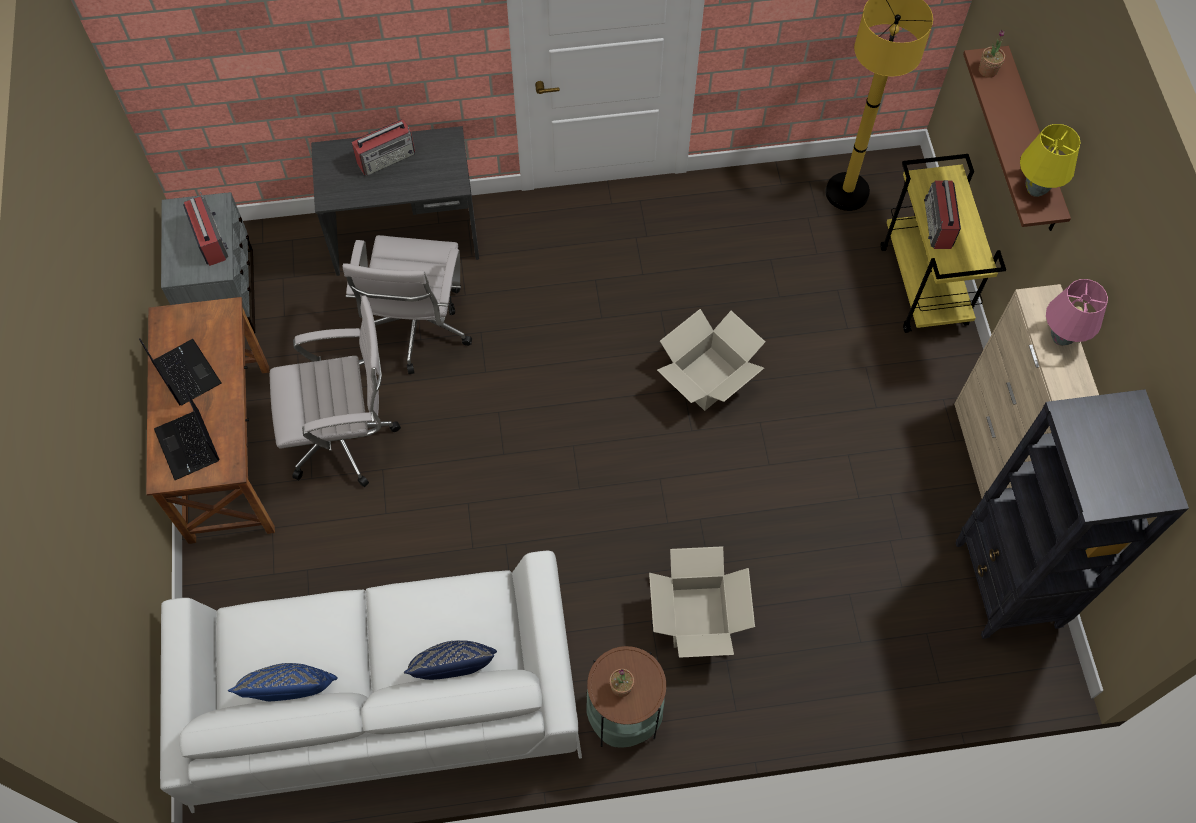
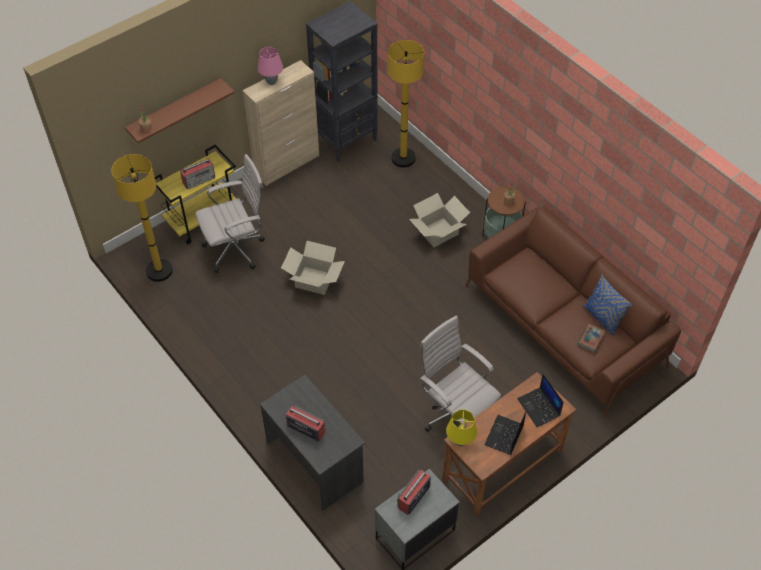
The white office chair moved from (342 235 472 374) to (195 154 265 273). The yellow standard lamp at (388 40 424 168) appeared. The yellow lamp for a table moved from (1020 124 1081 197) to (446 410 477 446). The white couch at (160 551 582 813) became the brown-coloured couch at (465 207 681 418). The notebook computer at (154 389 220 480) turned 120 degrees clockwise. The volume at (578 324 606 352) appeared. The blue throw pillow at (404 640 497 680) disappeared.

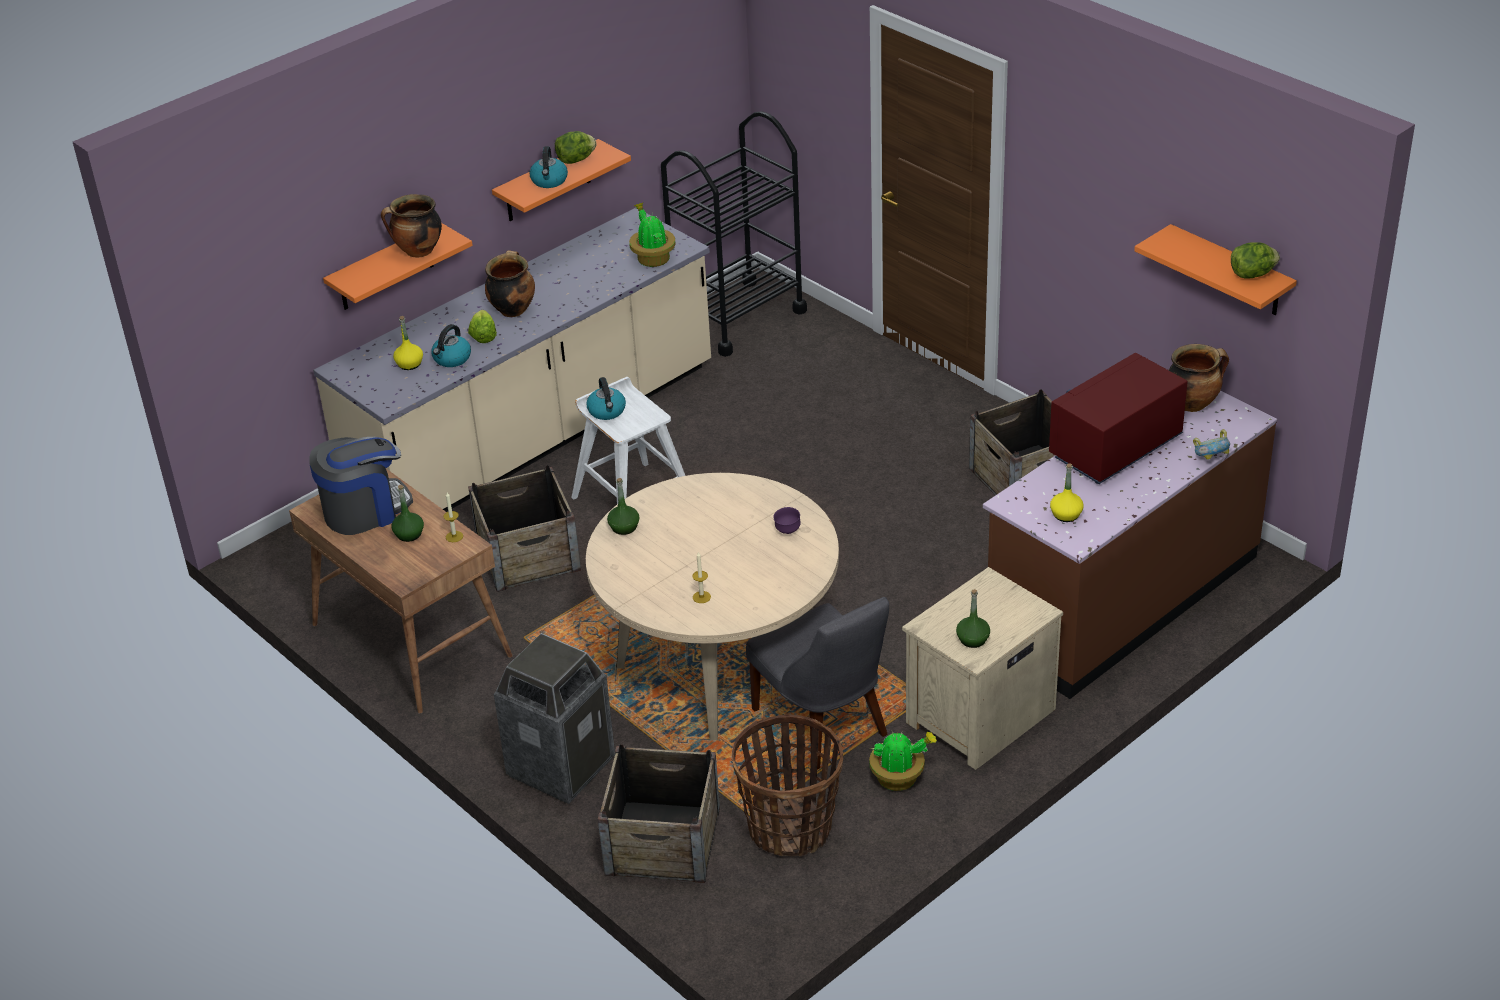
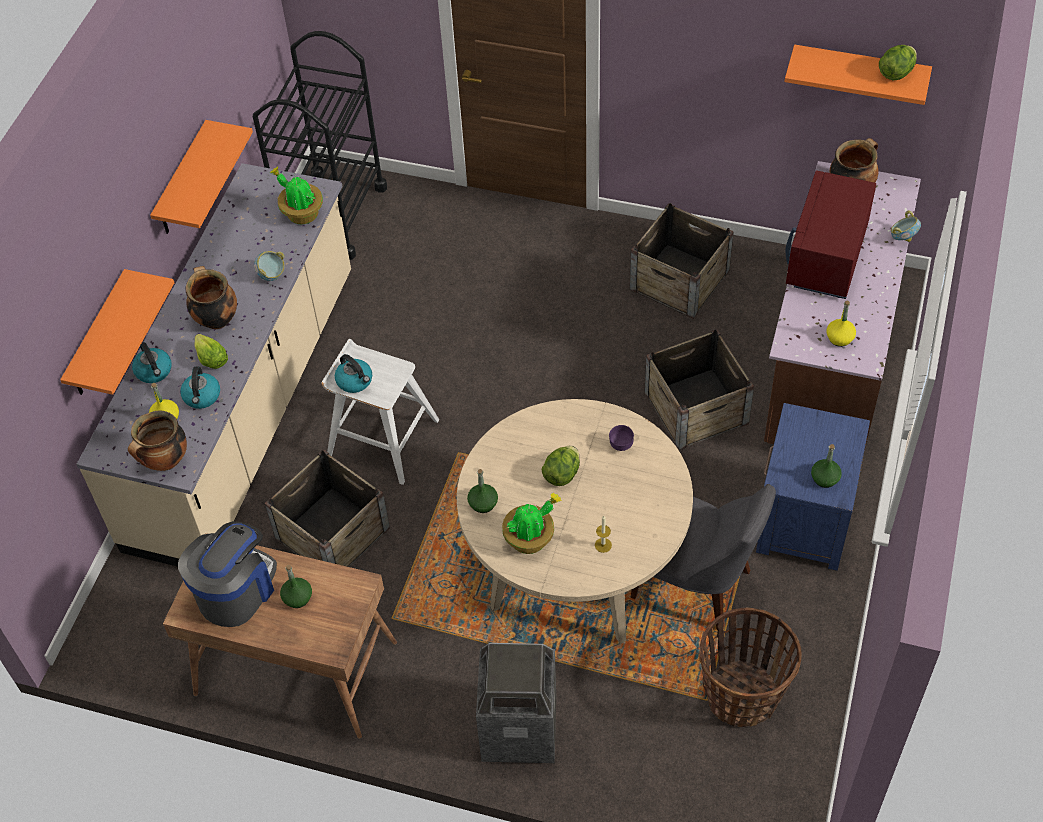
The stockpot moved from (381 194 442 257) to (128 410 187 471). The kettle moved from (530 146 568 188) to (132 342 172 383). The deep dish at (254 251 285 281) appeared. The potted plant moved from (869 732 937 791) to (502 493 561 554). The lettuce moved from (555 131 597 164) to (542 446 580 486). The crate moved from (598 744 720 883) to (645 329 754 450). The sand-coloured nightstand at (902 567 1063 770) became the blue nightstand at (756 403 870 571). The candle at (444 492 463 542) disappeared.

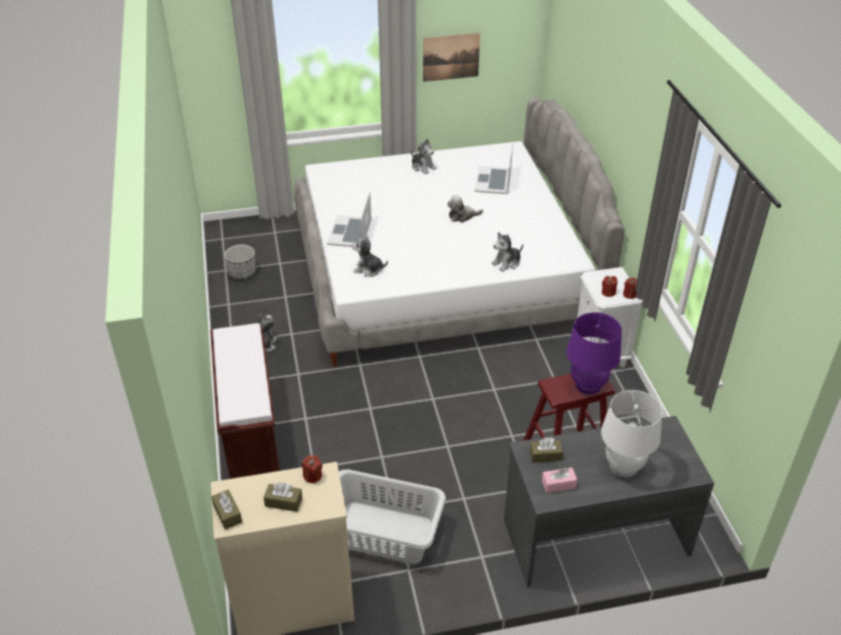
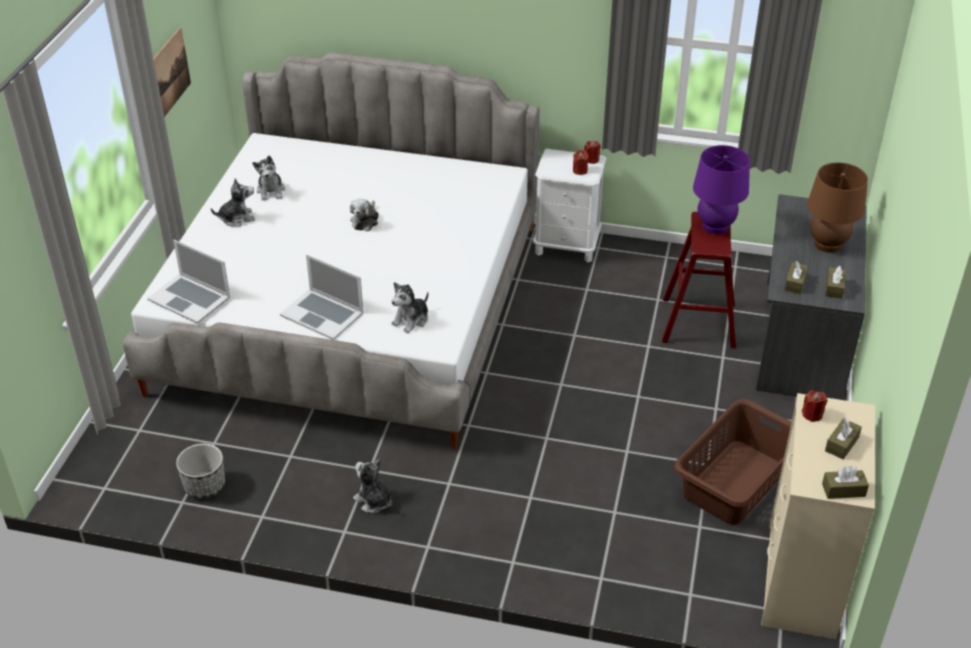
The notebook computer moved from (475 143 513 194) to (147 240 230 324). The soft toy moved from (492 232 523 272) to (252 156 285 201). The greyish hamper at (339 469 446 564) became the brown-coloured hamper at (674 399 792 525). The white lamp for a table at (601 390 663 477) became the brown-coloured lamp for a table at (807 163 868 253). The pink tissue holder at (542 468 577 493) became the brown-coloured tissue holder at (825 266 846 299). The brown-coloured indoor bench at (210 323 280 479) disappeared.

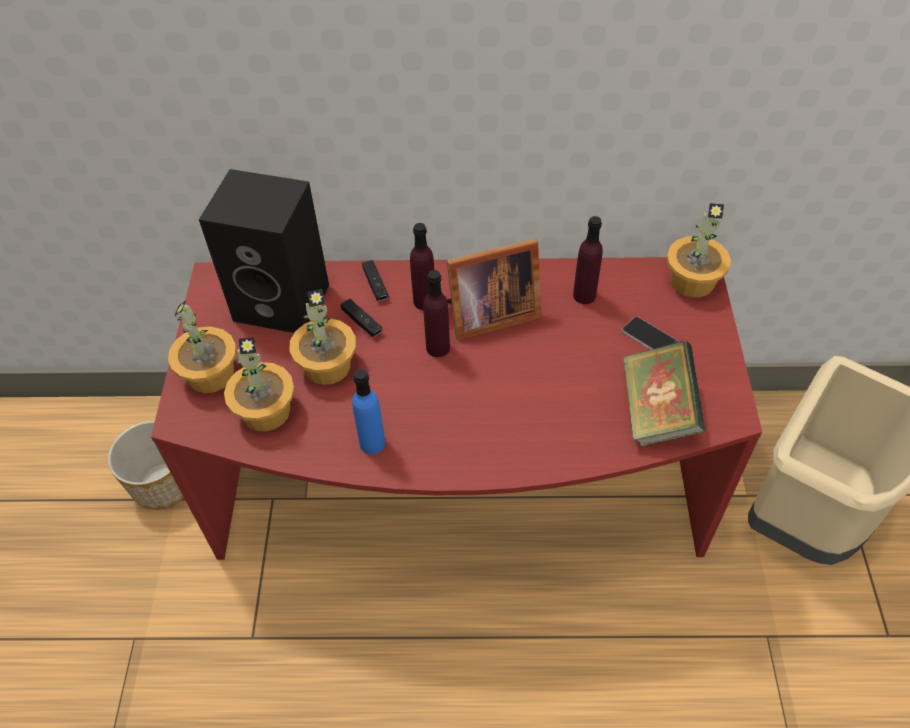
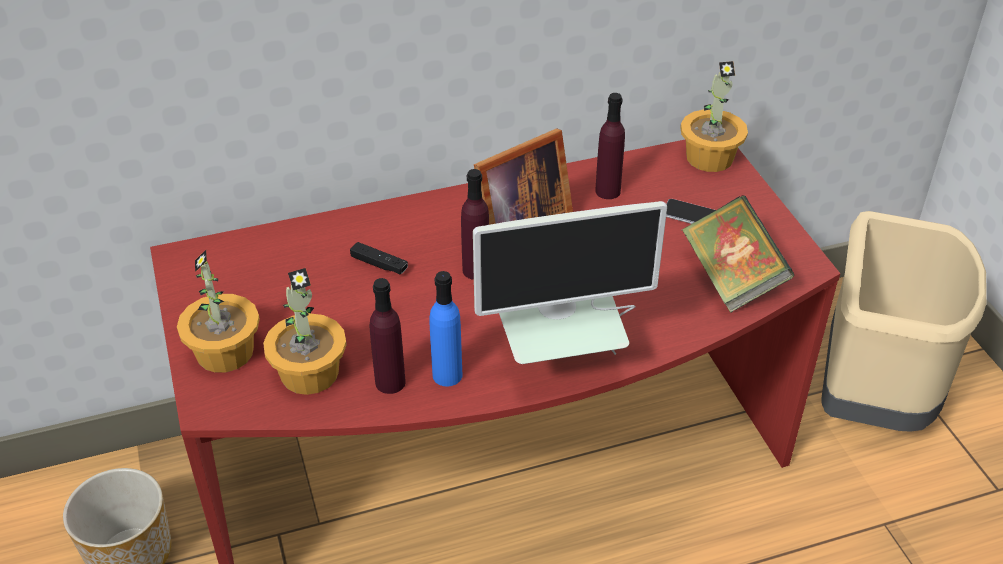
The purple-coloured bottle moved from (410 223 434 310) to (369 278 406 394). The computer display at (473 201 667 364) appeared. The blackish loudspeaker at (199 169 329 333) disappeared. The potted plant at (289 289 356 385) disappeared. The blackish game controller at (362 260 389 301) disappeared.

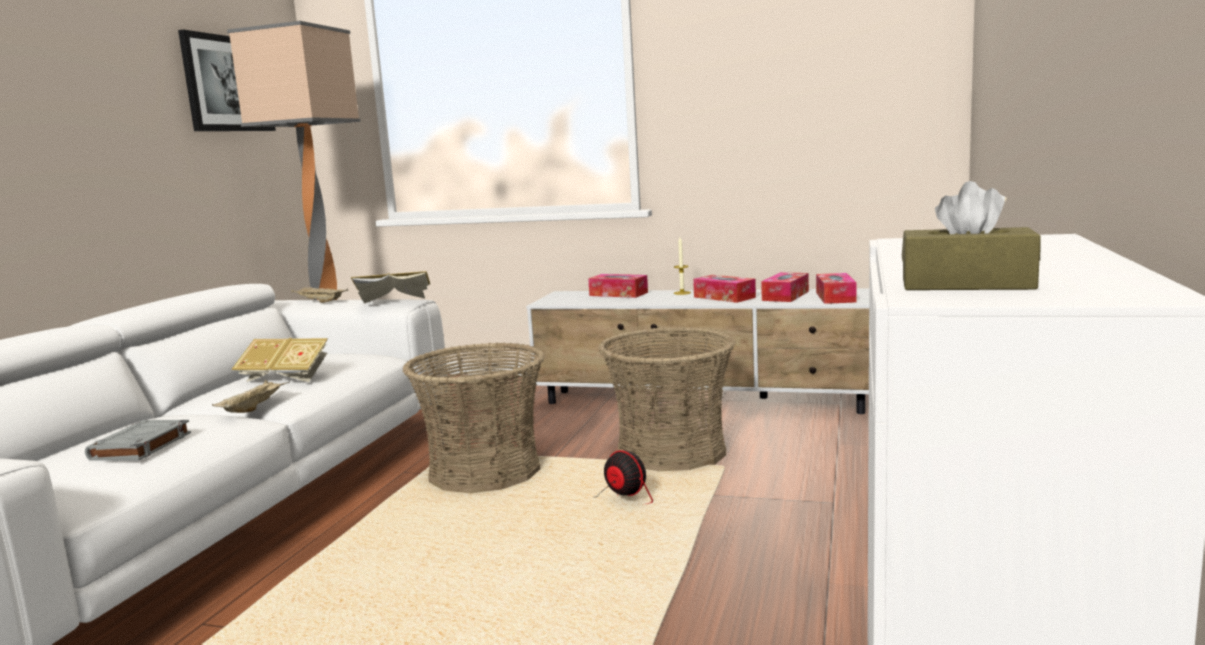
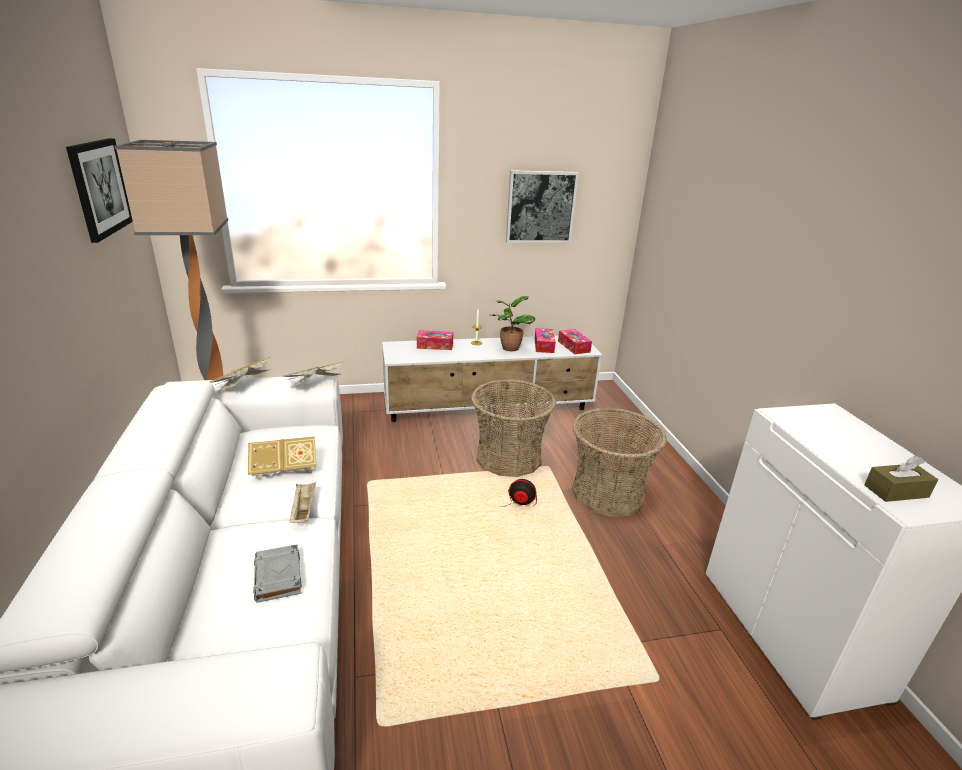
The sand-coloured tray at (291 287 348 303) was replaced by the volume at (209 357 272 391). The tissue holder at (693 275 756 303) was replaced by the potted plant at (489 296 535 351). The picture at (506 170 579 243) appeared. The basket moved from (403 342 545 493) to (572 407 667 517).

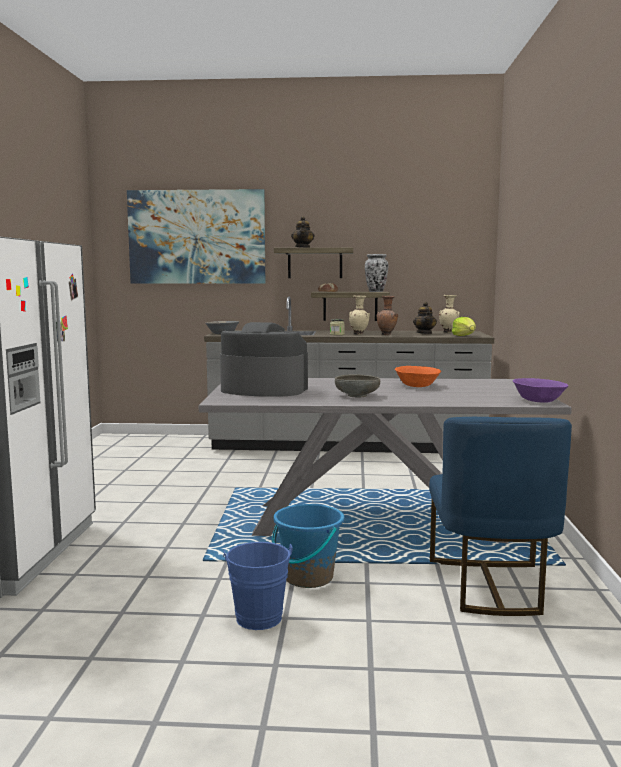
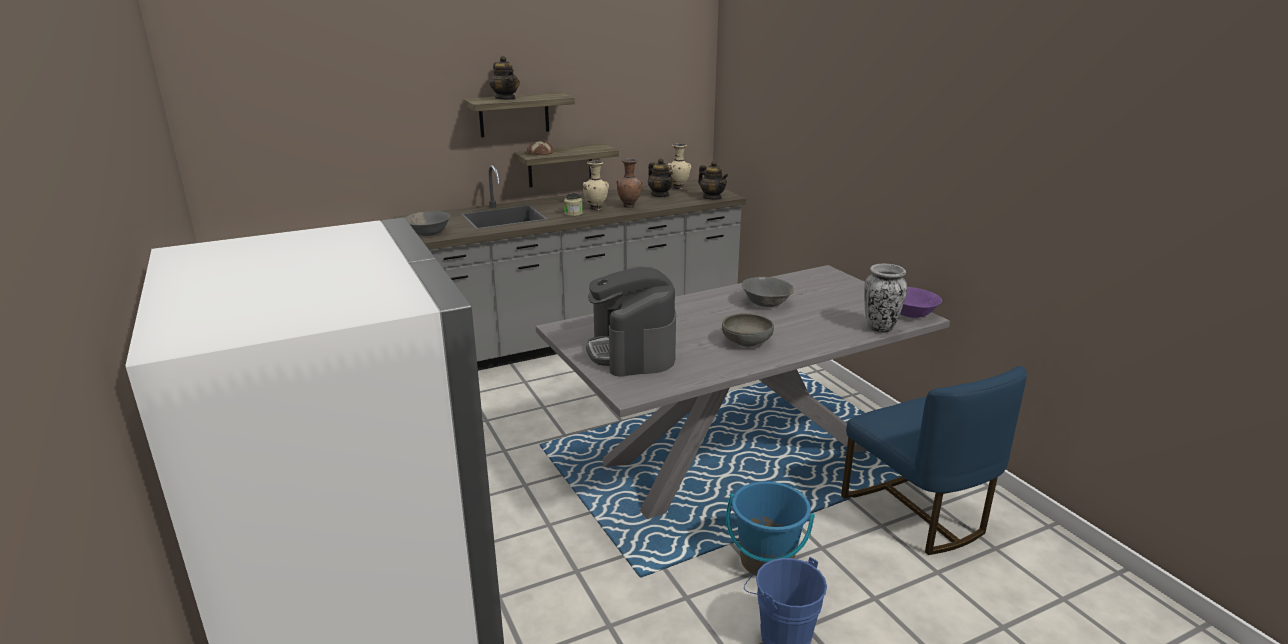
The coffee machine at (220 322 308 397) turned 90 degrees counterclockwise. The lettuce at (452 317 476 336) was replaced by the pot for tea at (698 161 728 200). The orangey deep dish at (395 366 441 387) became the greyish deep dish at (742 277 794 307). The decorative vase moved from (365 254 388 292) to (864 264 907 333). The picture at (127 189 265 284) disappeared.

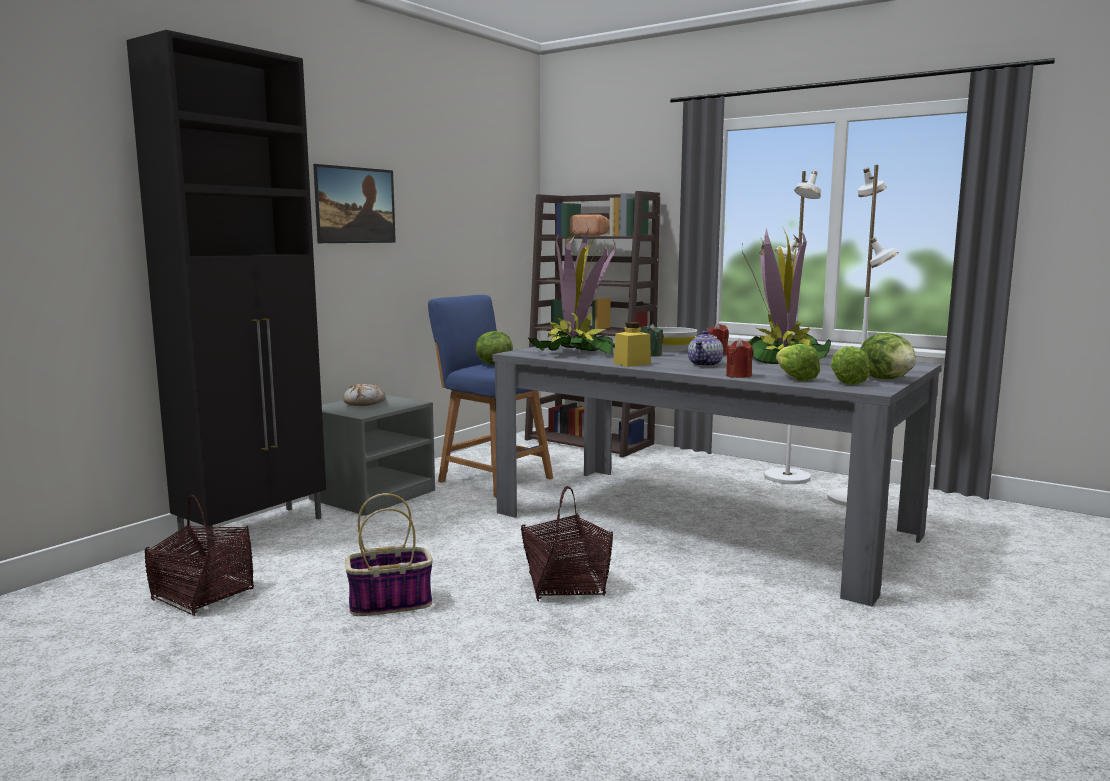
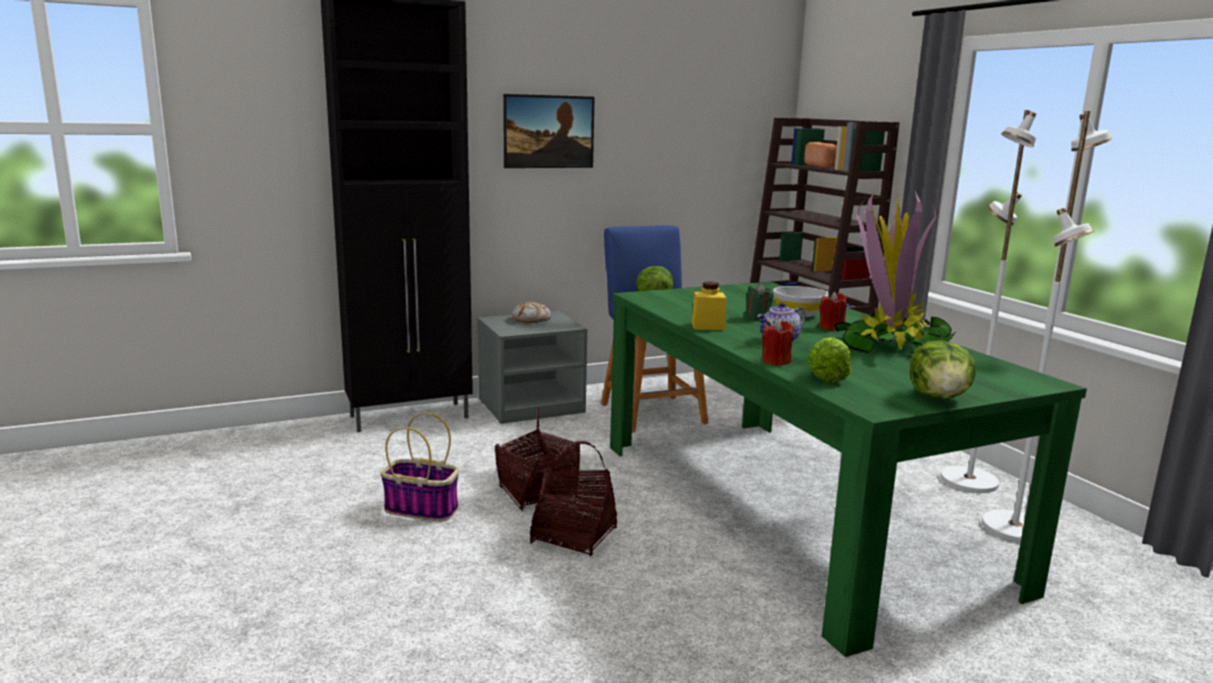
The basket moved from (145 494 254 616) to (495 406 580 511). The greyish dinner table at (492 336 942 606) became the green dinner table at (610 282 1087 657). The potted plant at (528 227 616 355) disappeared. The lettuce at (831 346 870 385) disappeared.

